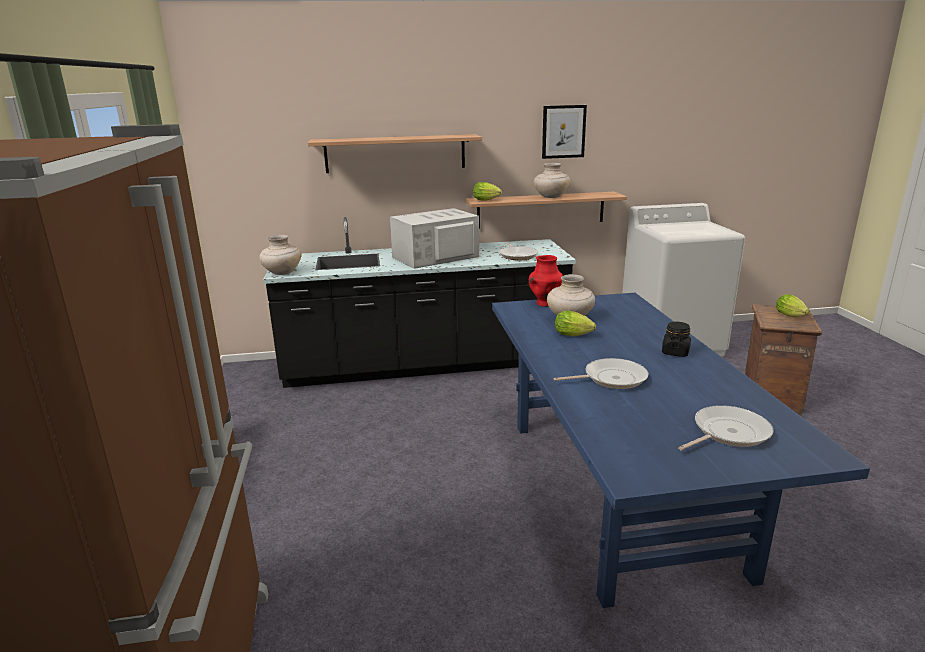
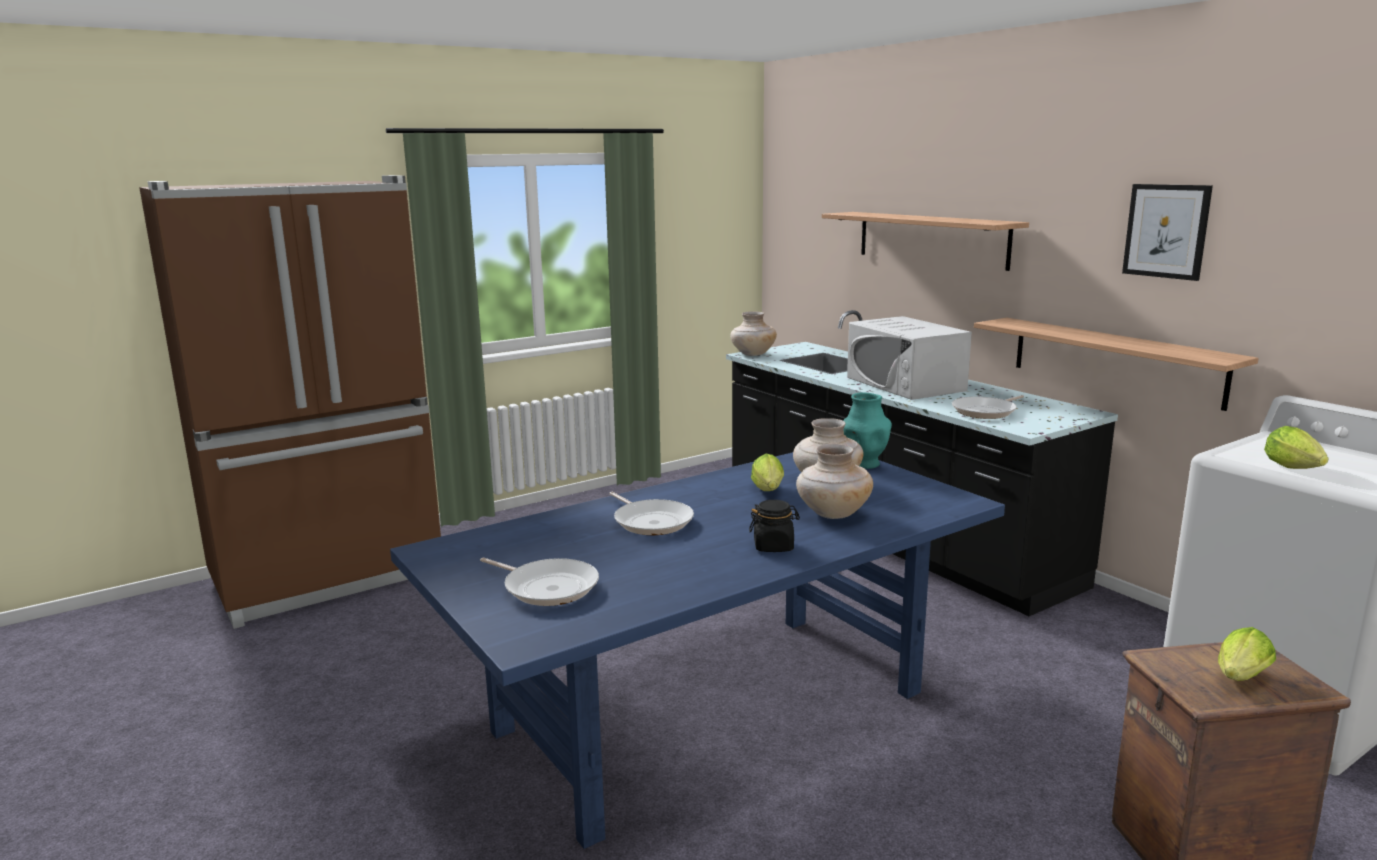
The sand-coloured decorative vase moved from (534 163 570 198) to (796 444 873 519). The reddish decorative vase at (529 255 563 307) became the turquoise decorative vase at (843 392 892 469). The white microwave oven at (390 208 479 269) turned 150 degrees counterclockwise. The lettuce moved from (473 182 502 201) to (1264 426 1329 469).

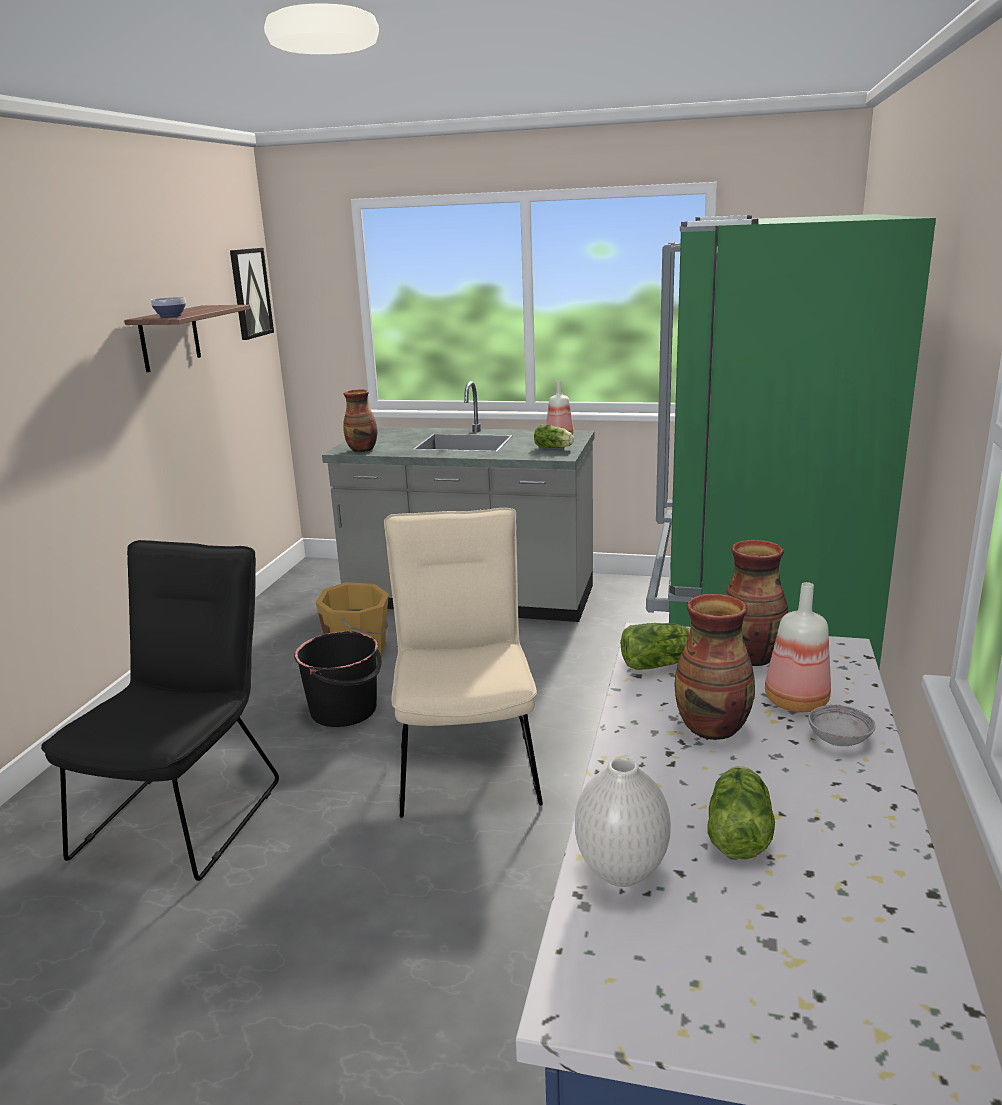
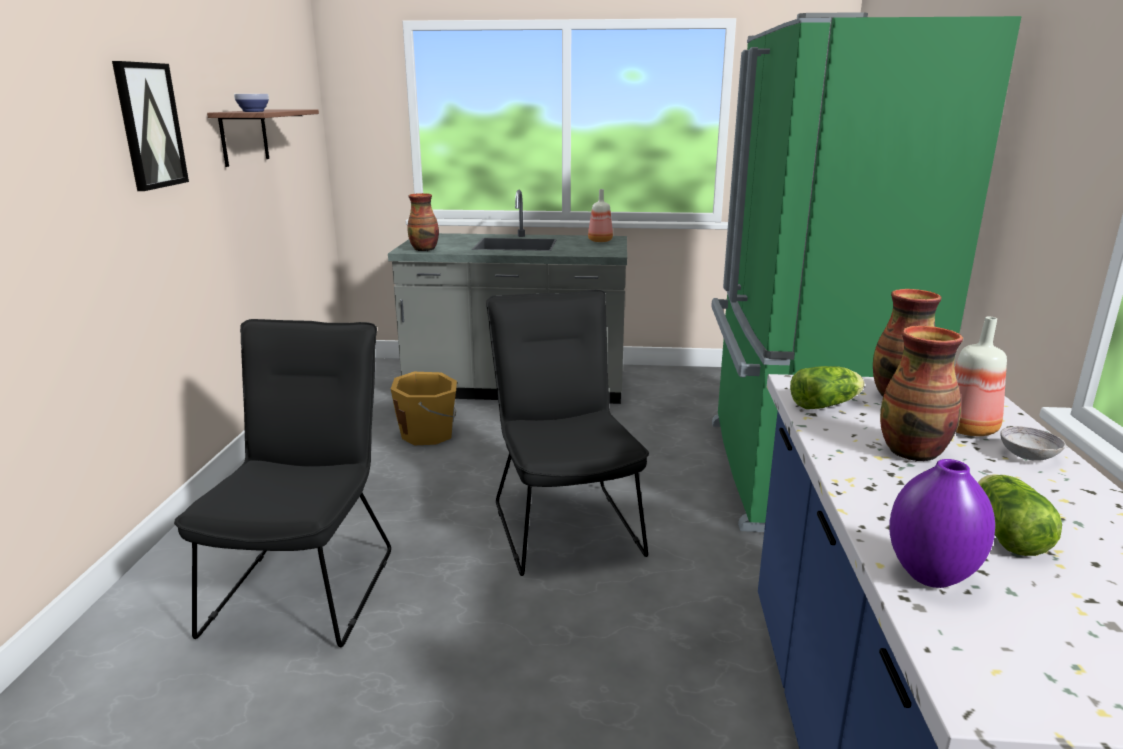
The picture moved from (230 248 274 340) to (112 61 189 191). The sand-coloured chair at (384 508 543 818) became the blackish chair at (486 290 649 576). The white decorative vase at (575 757 671 887) became the purple-coloured decorative vase at (889 459 995 588). The blackish pail at (294 631 382 727) disappeared. The lettuce at (534 425 574 448) disappeared.

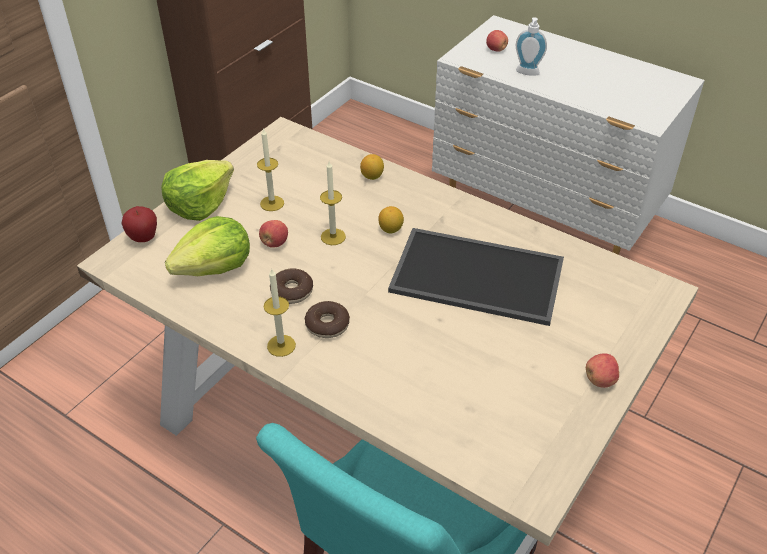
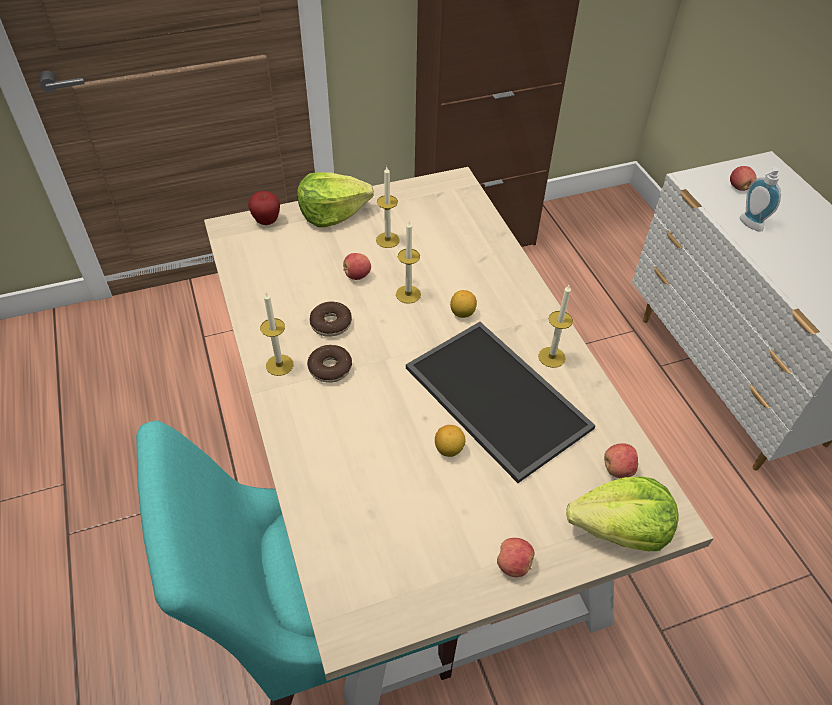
The citrus fruit moved from (360 154 384 180) to (435 425 465 457). The candle at (538 285 573 368) appeared. The lettuce moved from (165 216 250 276) to (566 476 679 551). The apple fruit at (604 443 639 478) appeared.

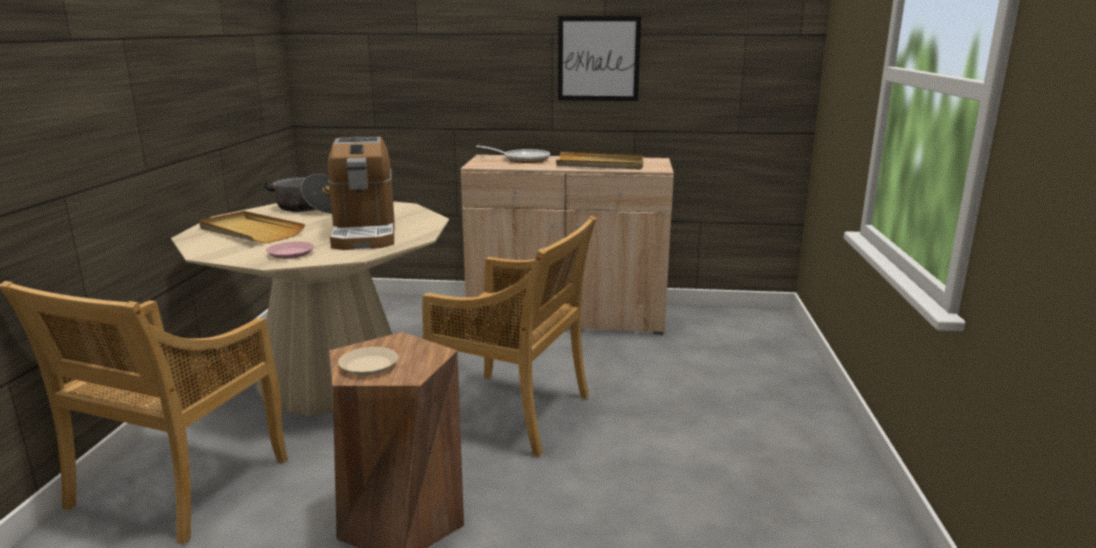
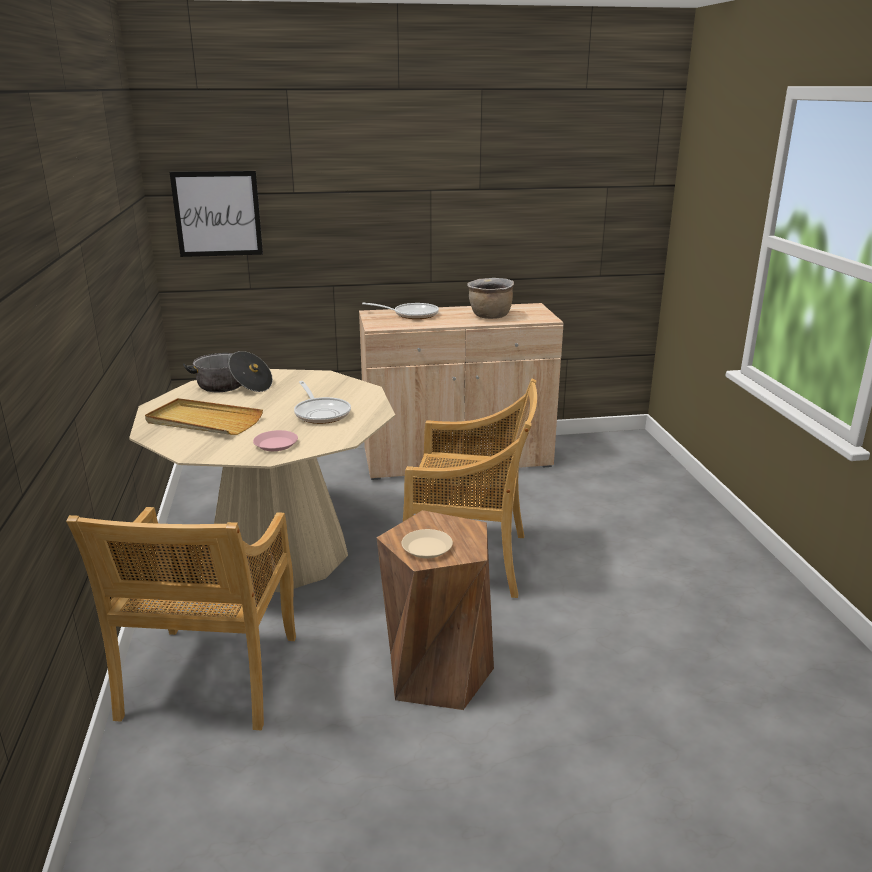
The picture moved from (558 16 641 101) to (170 171 263 257). The coffee machine at (328 137 394 250) was replaced by the frying pan at (294 381 351 424). The sand-coloured tray at (556 152 643 169) was replaced by the brown-coloured stockpot at (467 278 514 319).

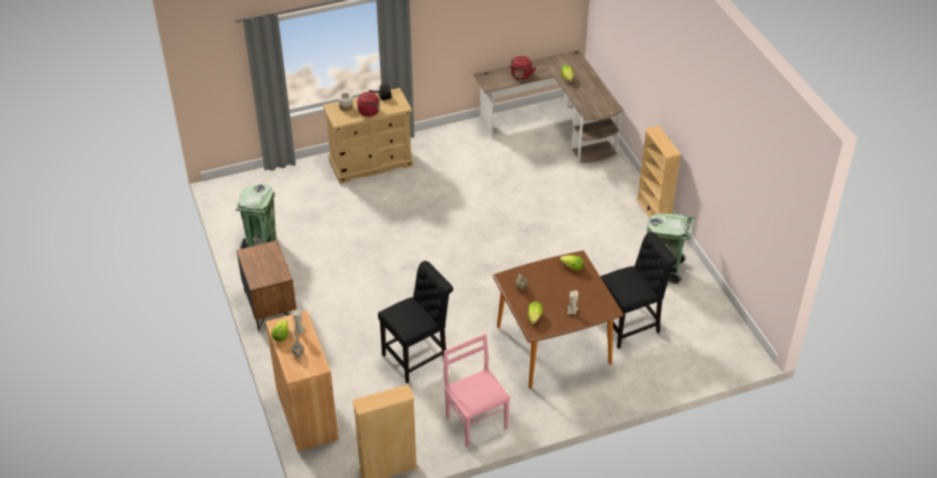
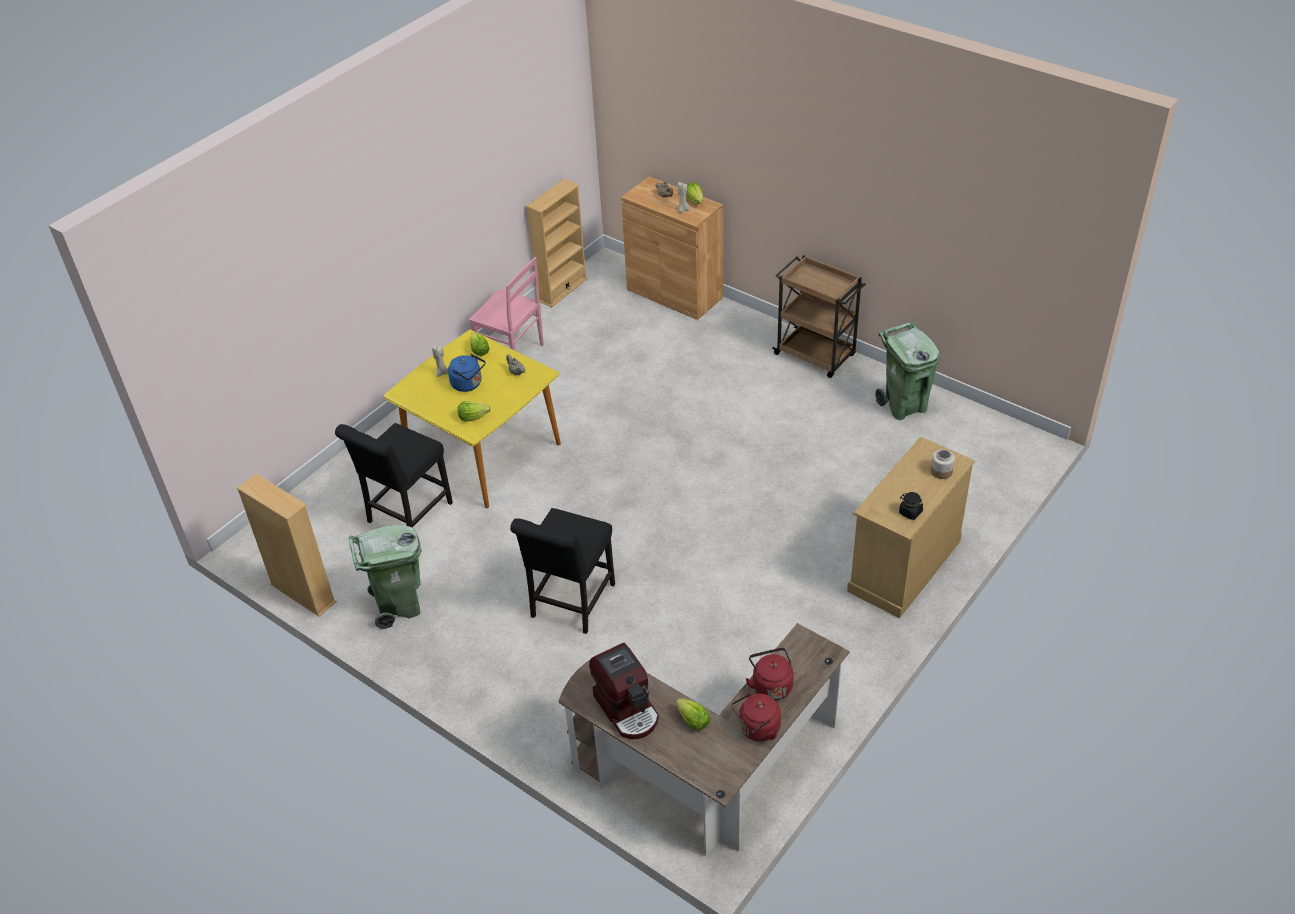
The sand-coloured shelving unit moved from (636 126 681 218) to (237 474 337 617). The brown-coloured dinner table at (493 250 624 388) became the yellow dinner table at (383 330 561 508). The blue kettle at (448 354 486 392) appeared. The blackish chair moved from (378 261 453 383) to (510 508 615 634). The coffee machine at (589 643 659 739) appeared. The reddish kettle moved from (357 90 381 117) to (732 693 781 742). The brown-coloured nightstand at (236 240 296 331) was replaced by the brown-coloured cart at (772 255 866 378).

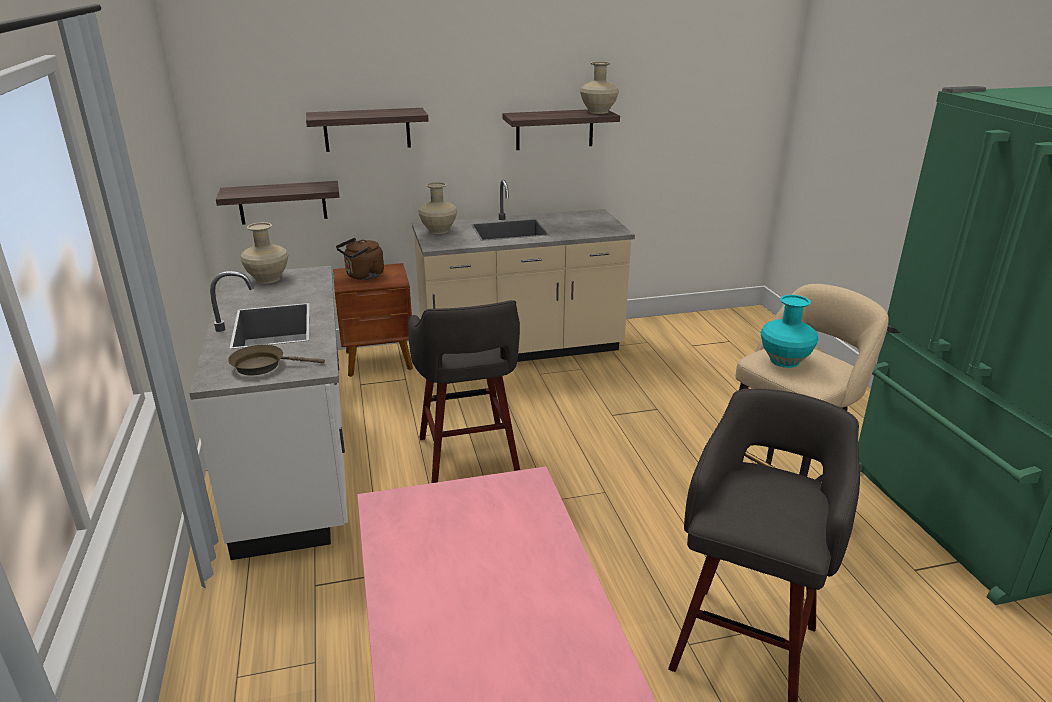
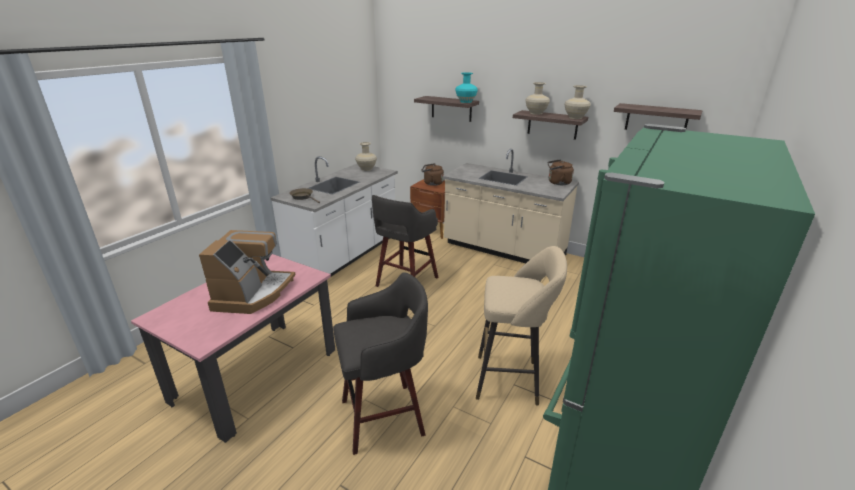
The coffee machine at (199 230 296 314) appeared. The turquoise decorative vase moved from (761 295 819 368) to (455 72 478 103). The sand-coloured decorative vase moved from (418 182 457 234) to (525 82 550 115). The brown-coloured kettle at (548 159 574 185) appeared. The bracket shelf moved from (216 181 340 225) to (614 103 703 130).

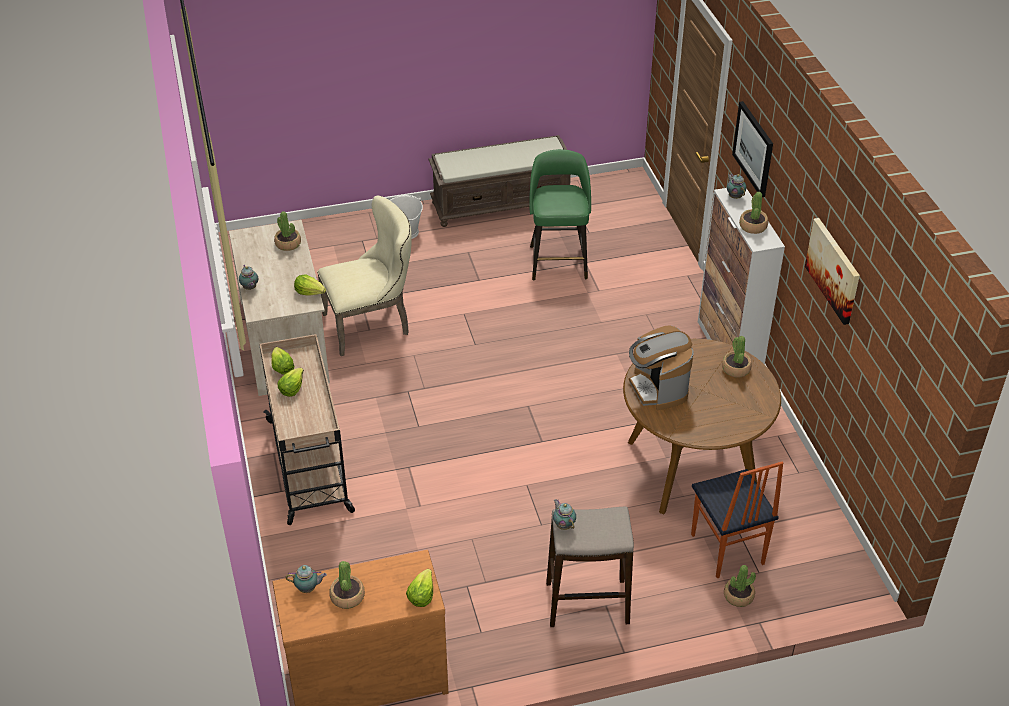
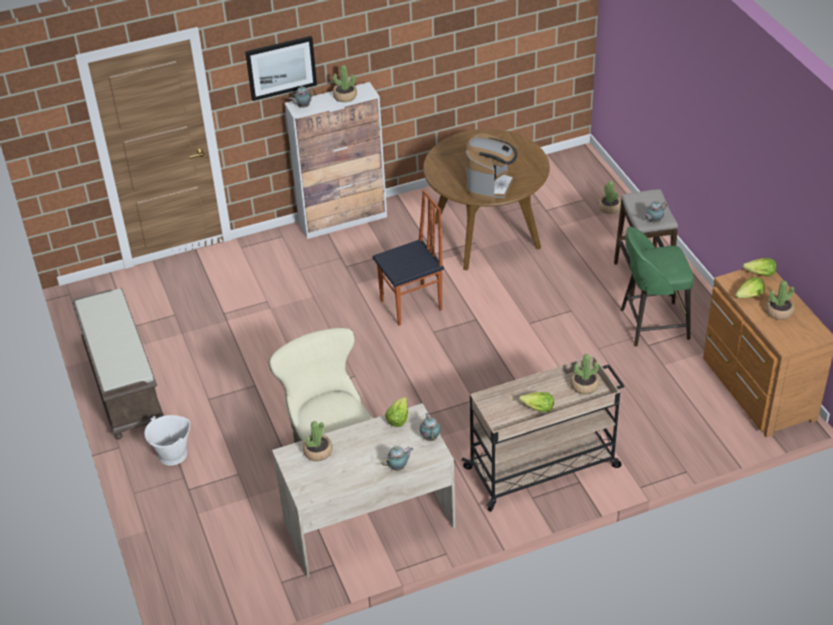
The chair moved from (691 462 783 578) to (373 190 444 326). The pot for tea moved from (286 565 327 593) to (420 413 441 441). The coffee machine at (629 325 694 410) turned 45 degrees counterclockwise. The potted plant moved from (722 336 752 378) to (570 354 599 394). The green stool moved from (529 149 591 280) to (621 227 694 347). The lettuce moved from (271 347 295 375) to (735 277 765 298). The picture at (805 218 860 325) disappeared.

